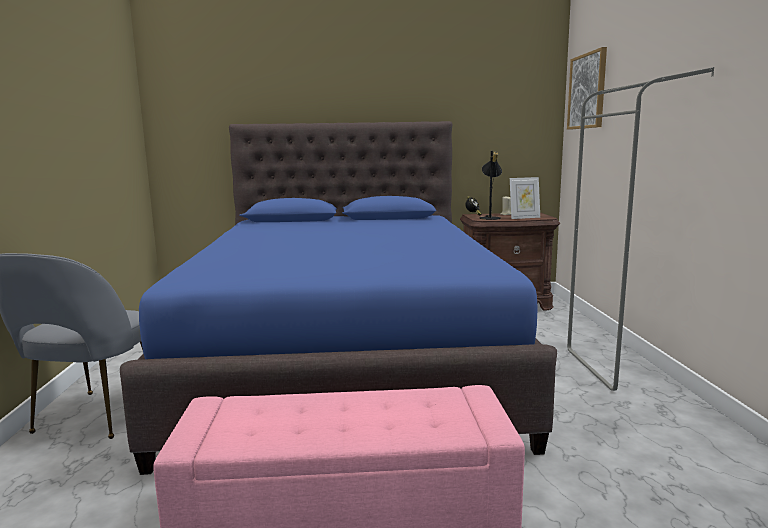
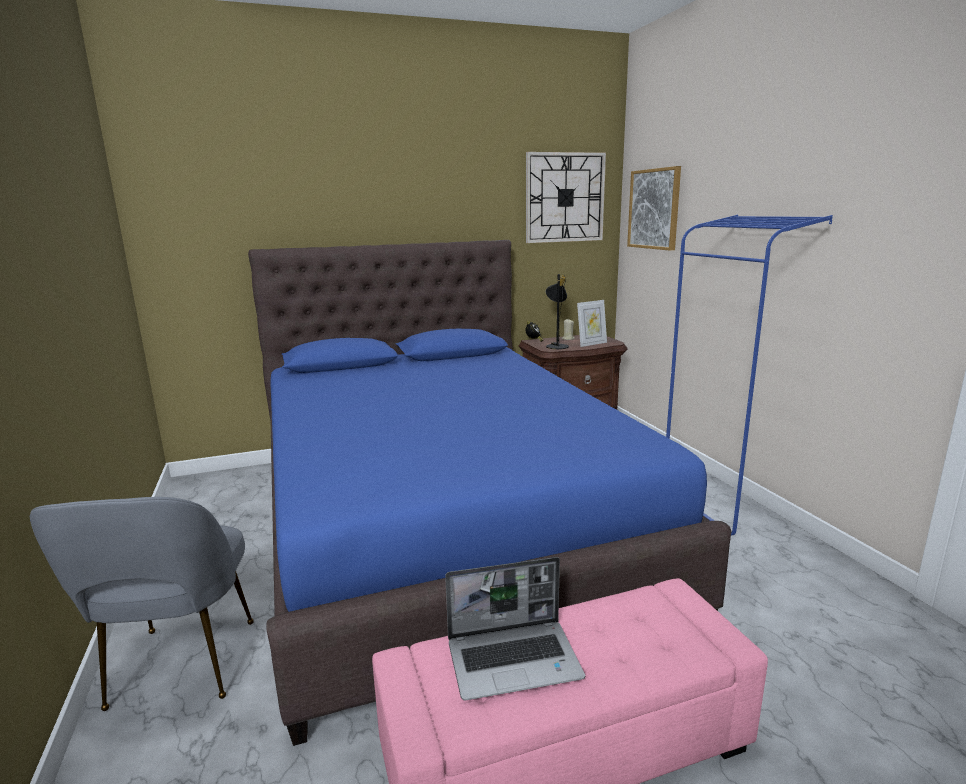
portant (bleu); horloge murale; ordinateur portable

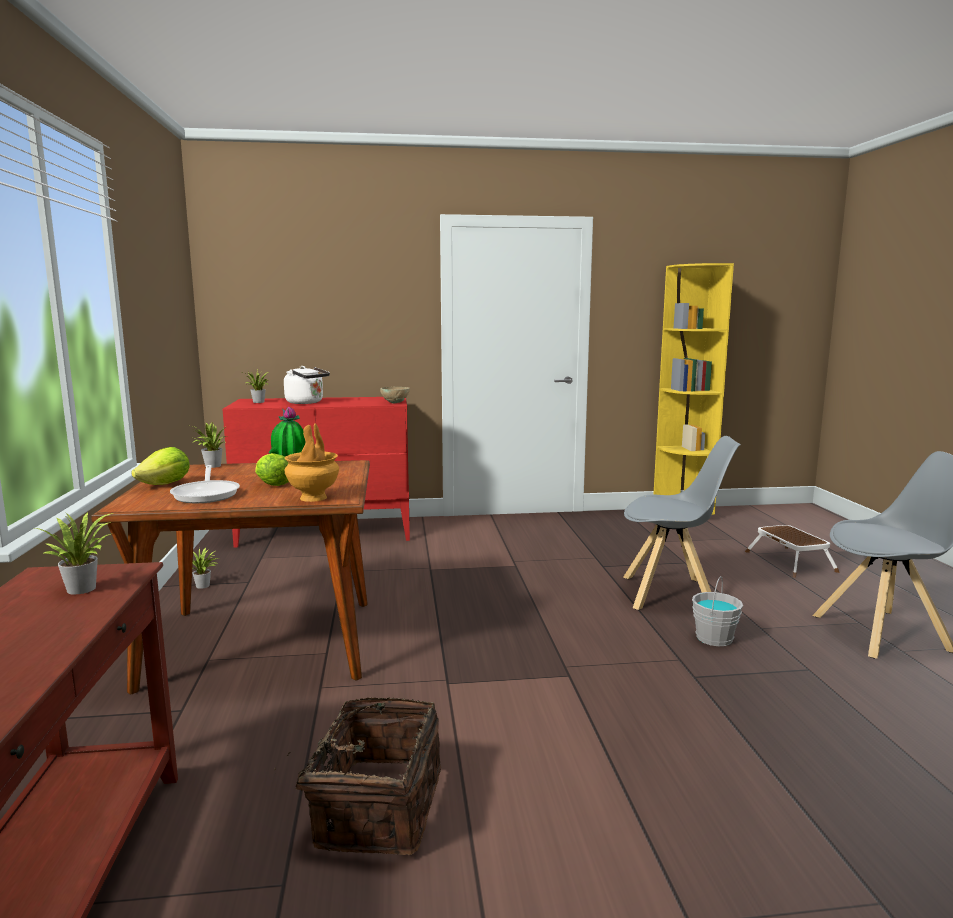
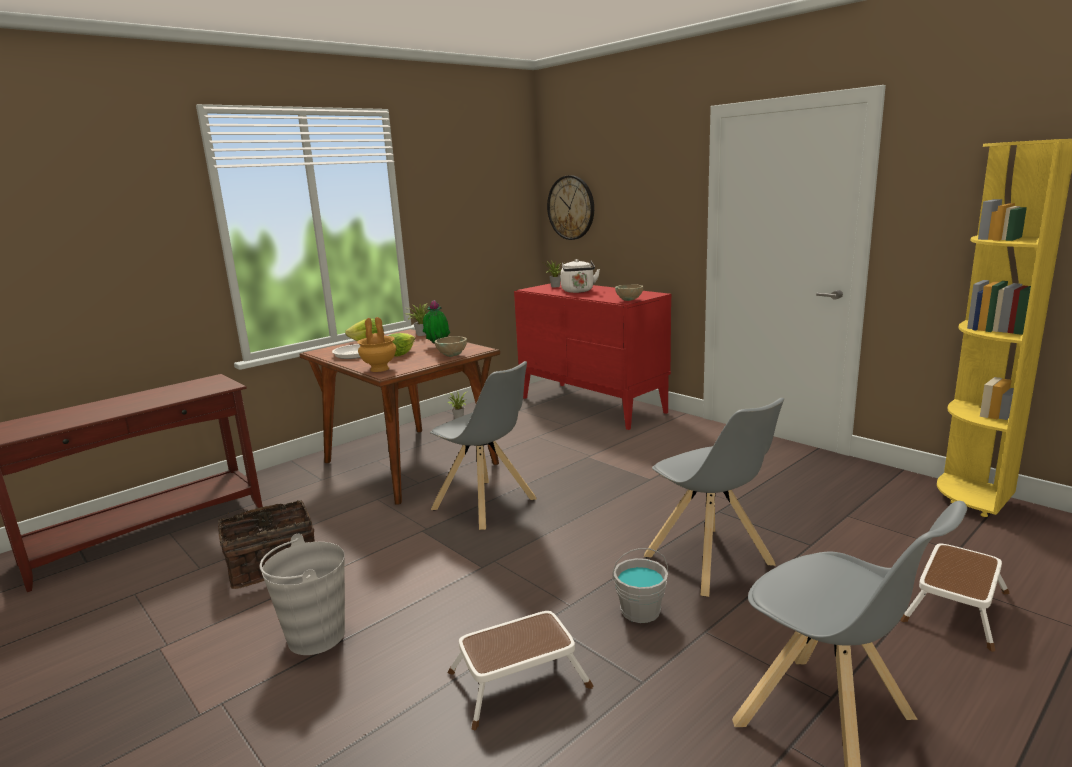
plante en pot (1st from left in the first image); horloge murale; bol (beige) (1st from left); chaise (gris) (1st from left); seau (gris) (1st from left); escabeau (marron) (1st from left)

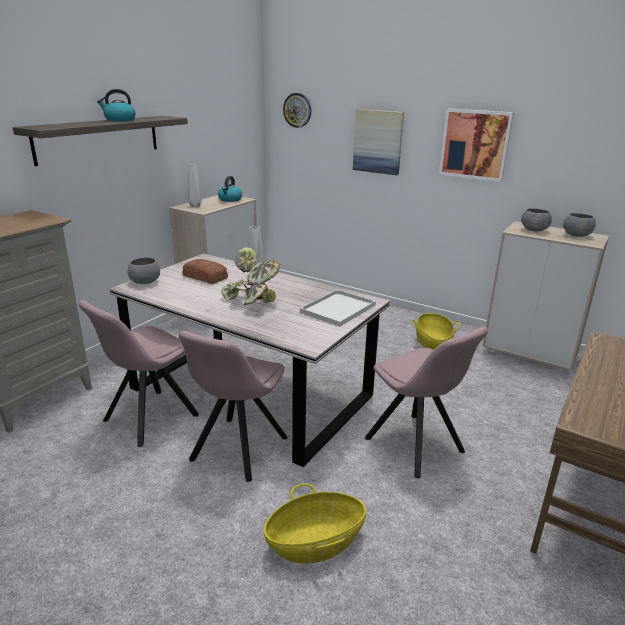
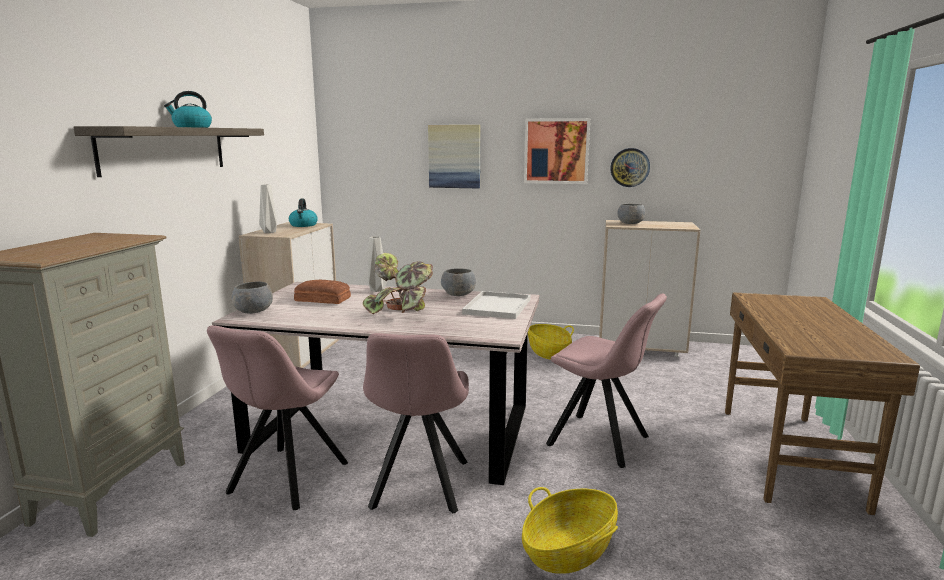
horloge murale; bol (gris) (2nd from left)

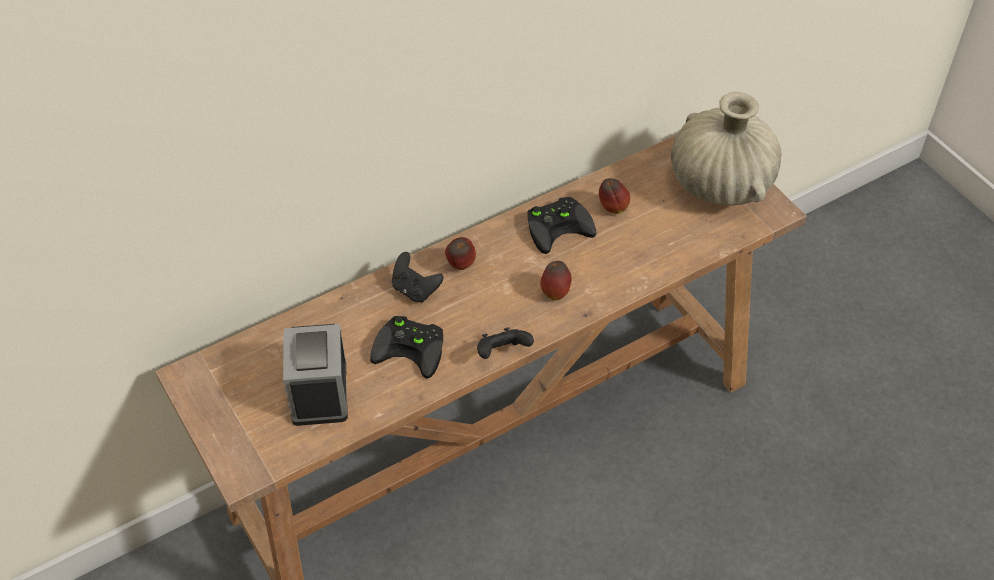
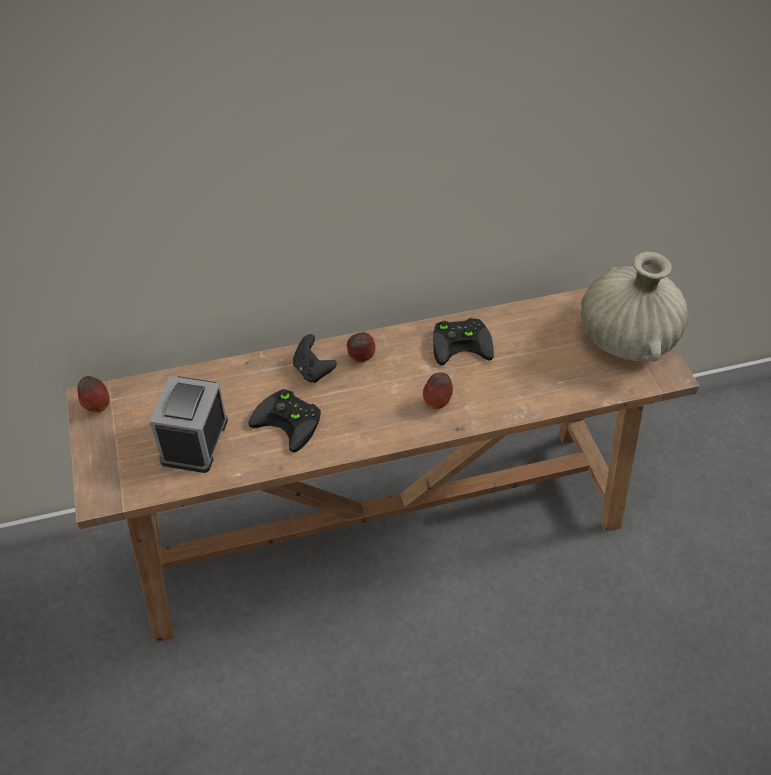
pomme (1st from left); manette (noir) (3rd from left in the first image)

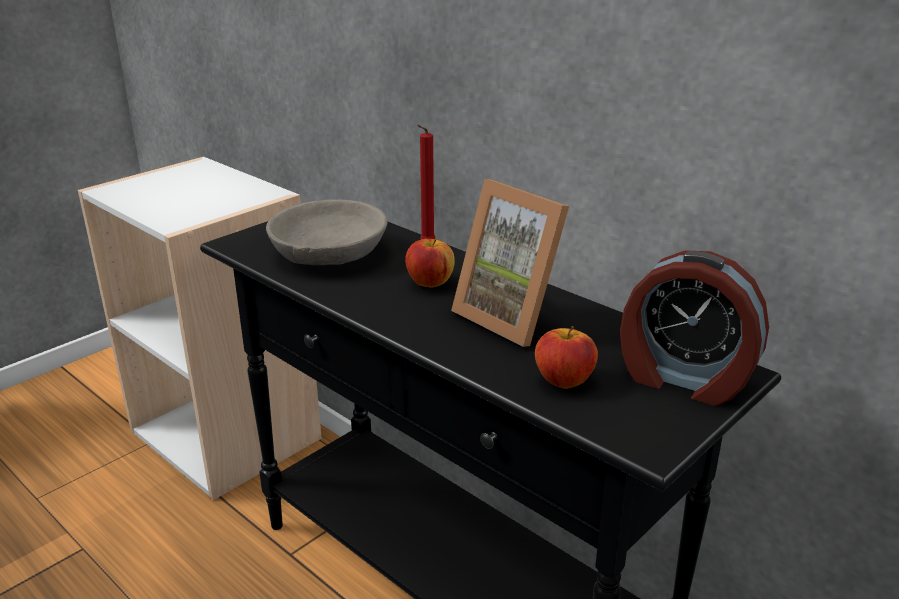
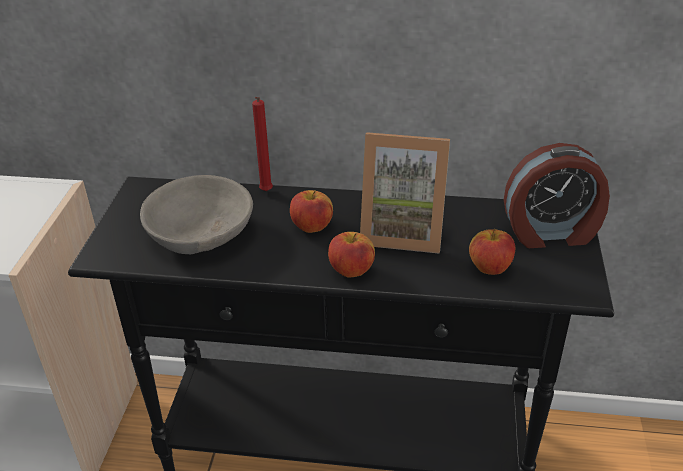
pomme (2nd from left)

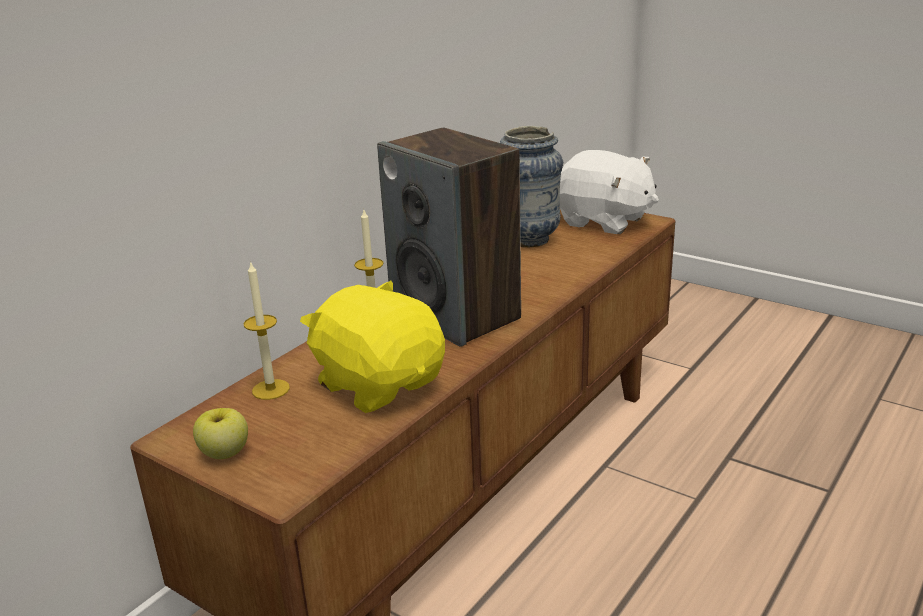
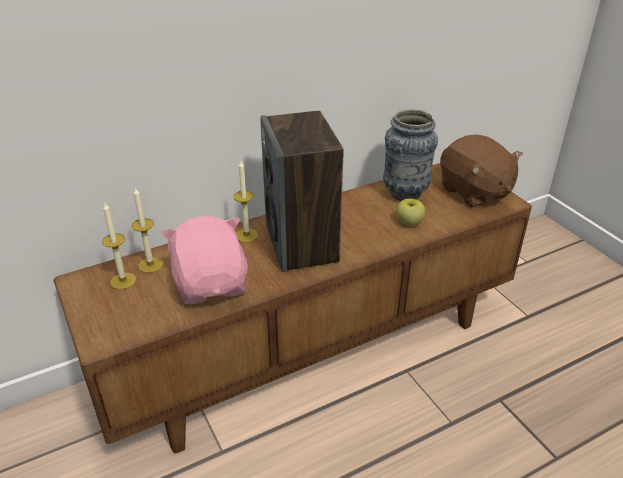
peluche (marron); peluche (rose); pomme; bougie (1st from left)

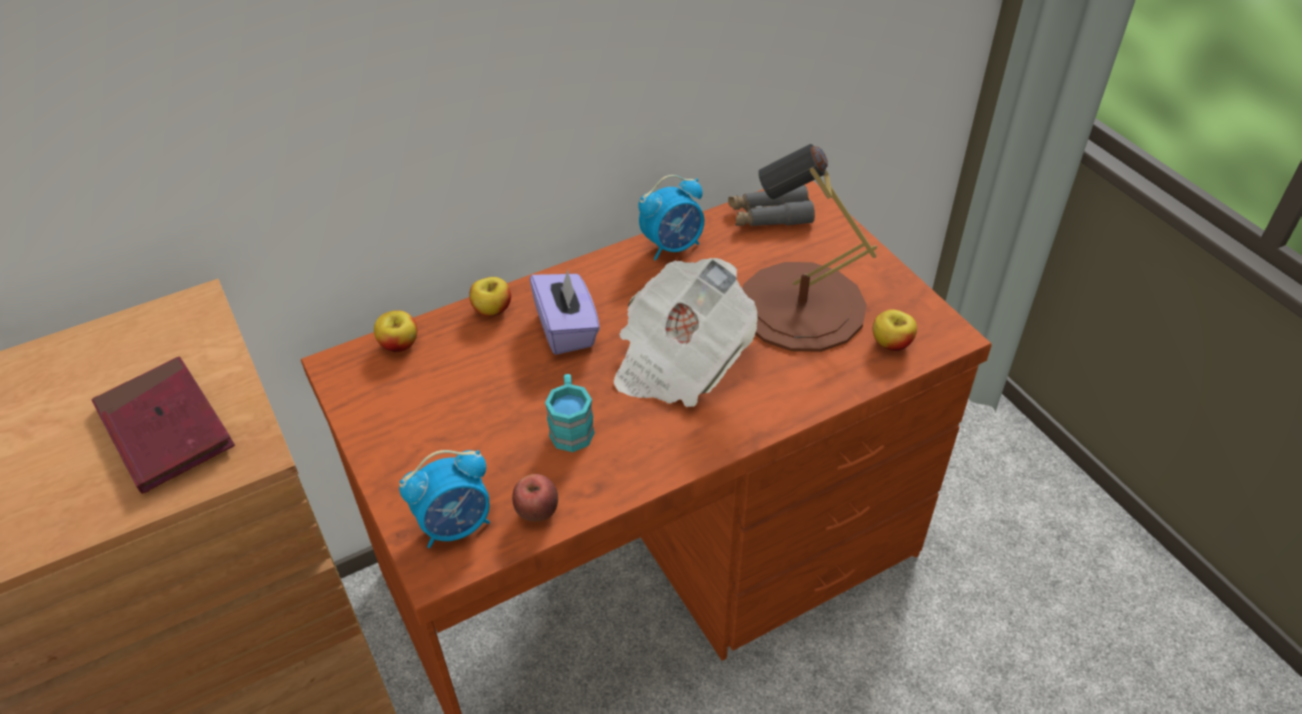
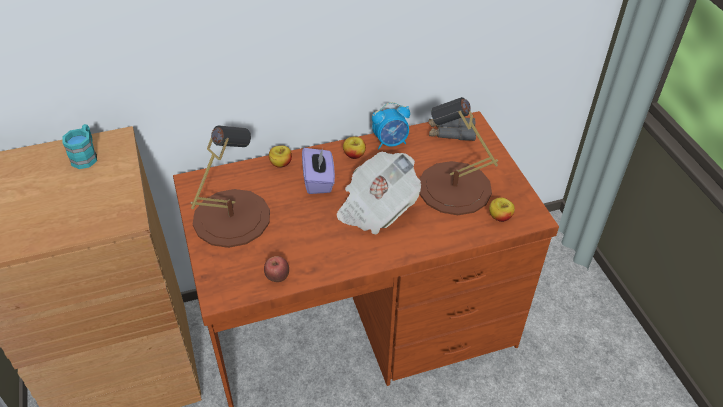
pomme (3rd from left); livre (rouge); mug (turquoise); réveil (1st from left in the first image); lampe de table (marron) (1st from left)

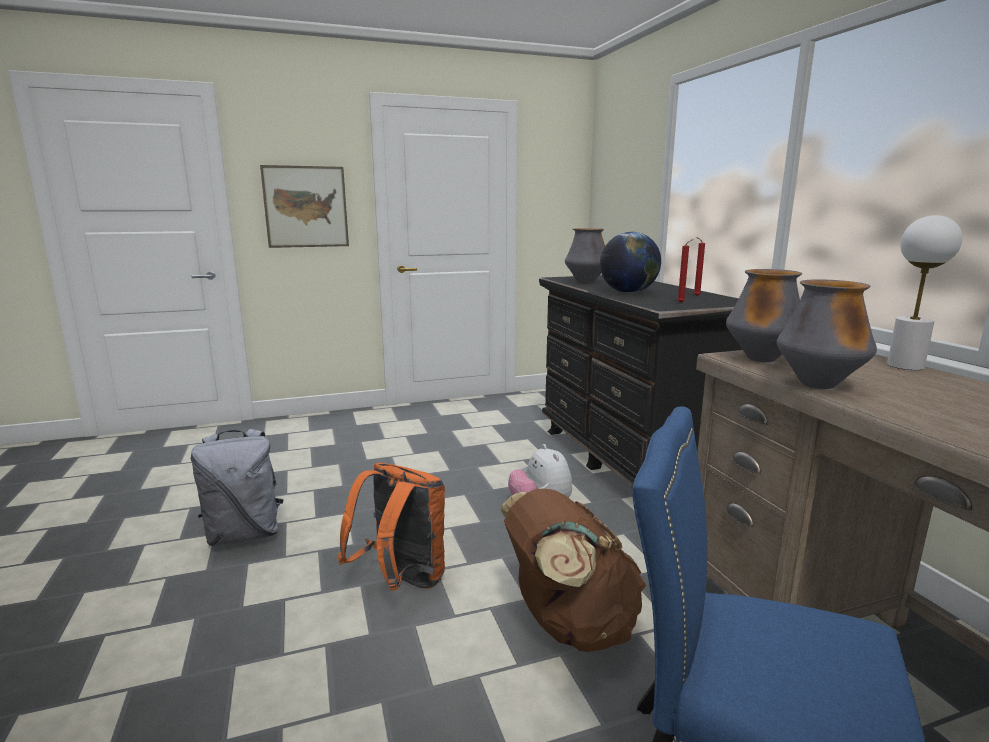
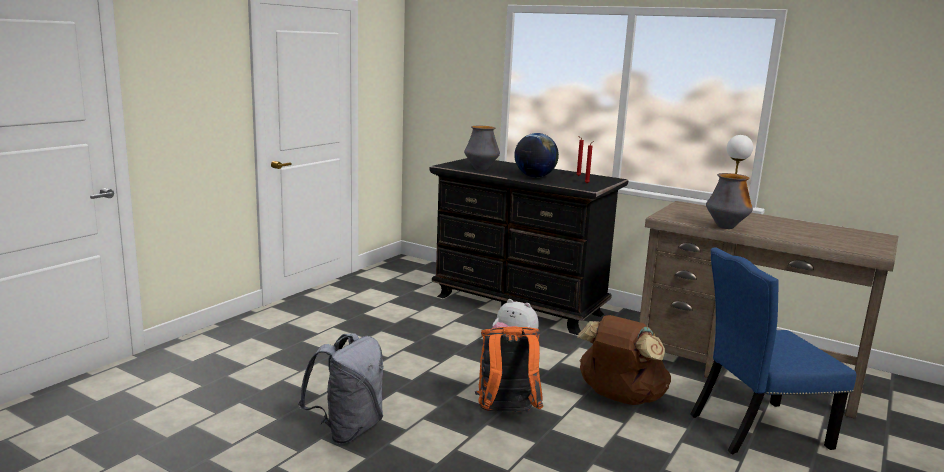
tableau; vase (2nd from left in the first image)

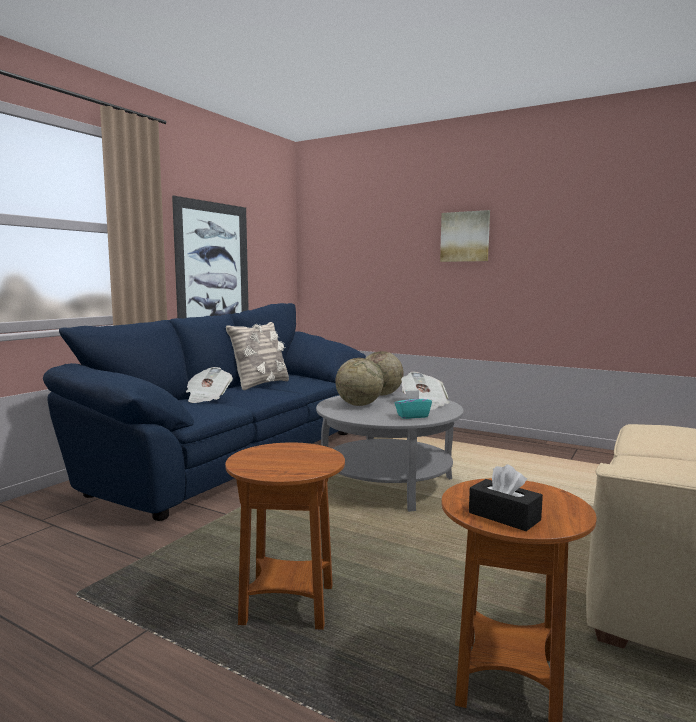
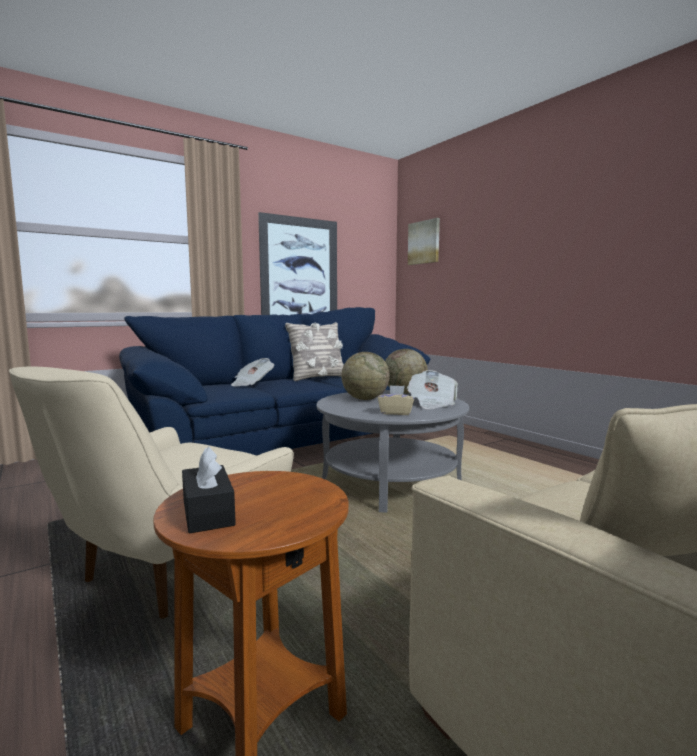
tableau (2nd from left); boîte à mouchoirs (beige); fauteuil (beige)

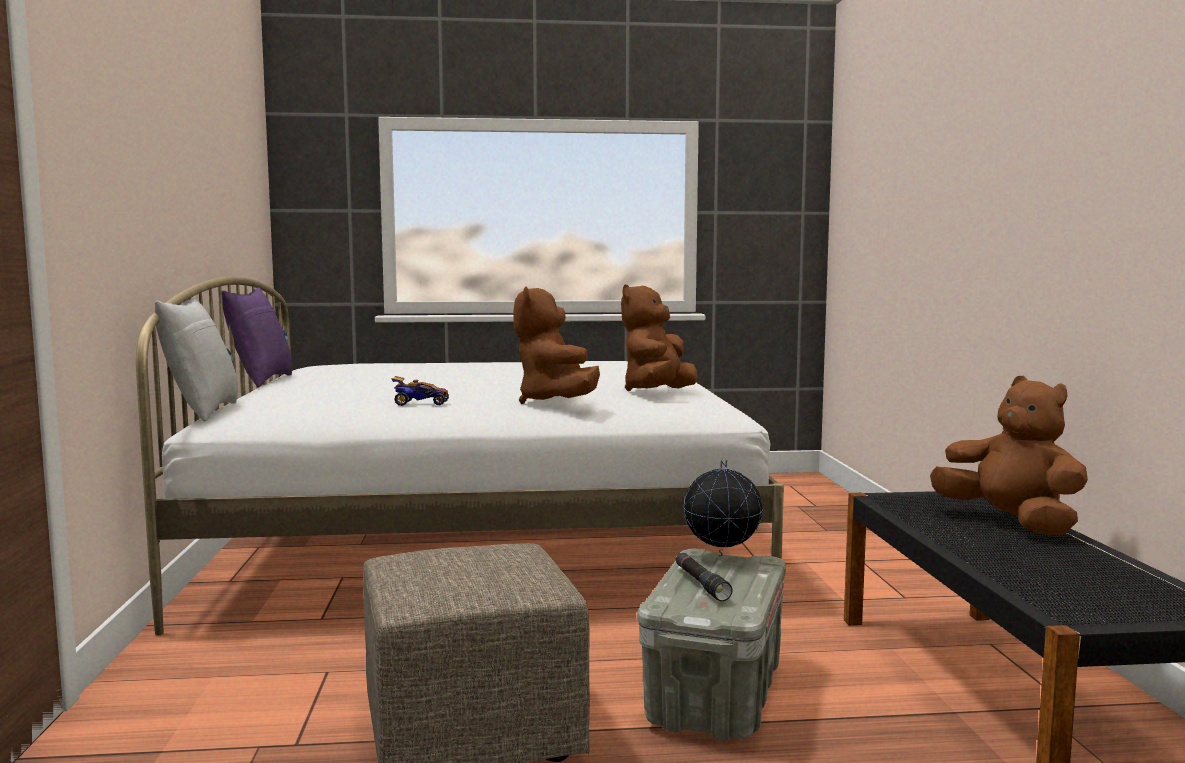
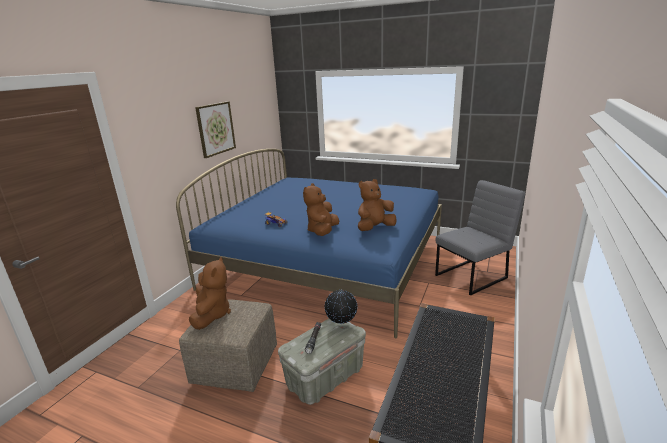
lit (bleu); coussin (violet); coussin (gris); peluche (marron) (1st from left); tableau; chaise (gris)

